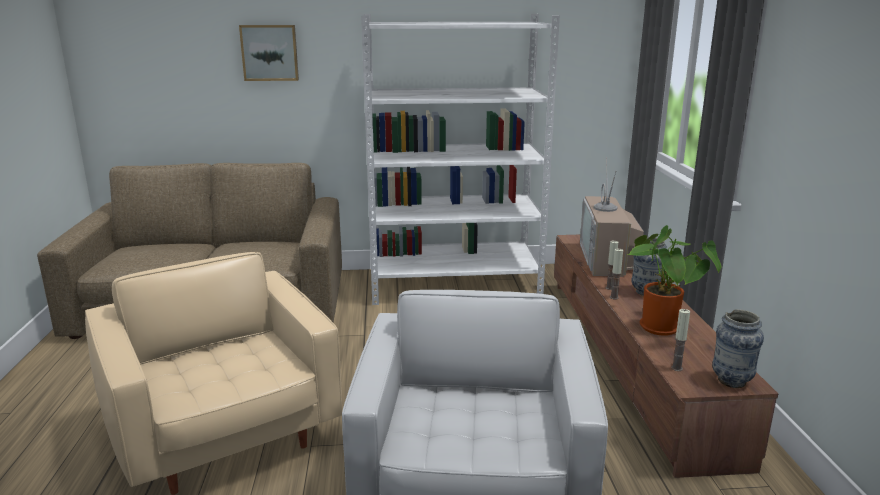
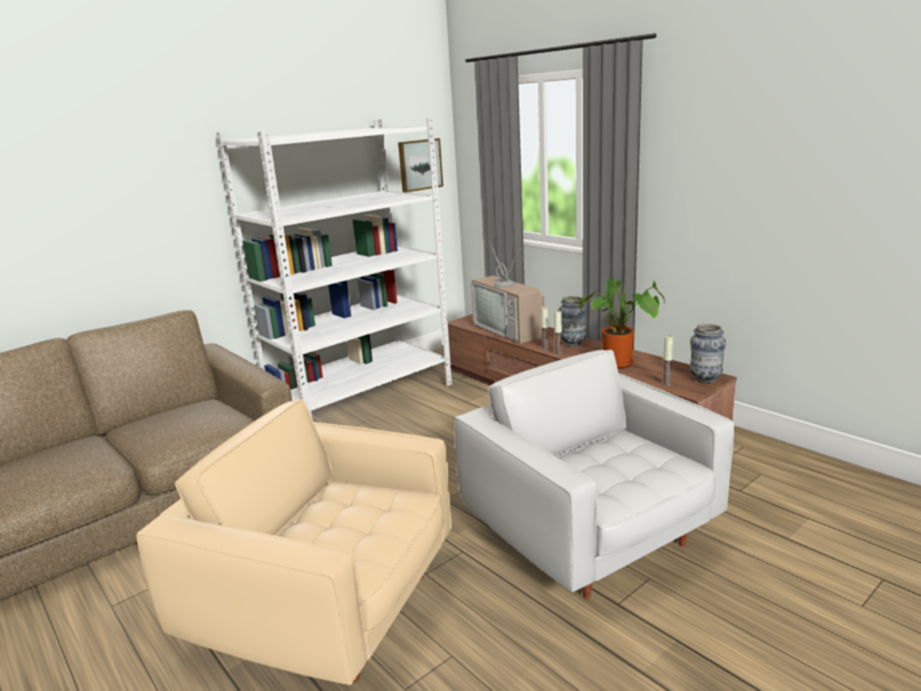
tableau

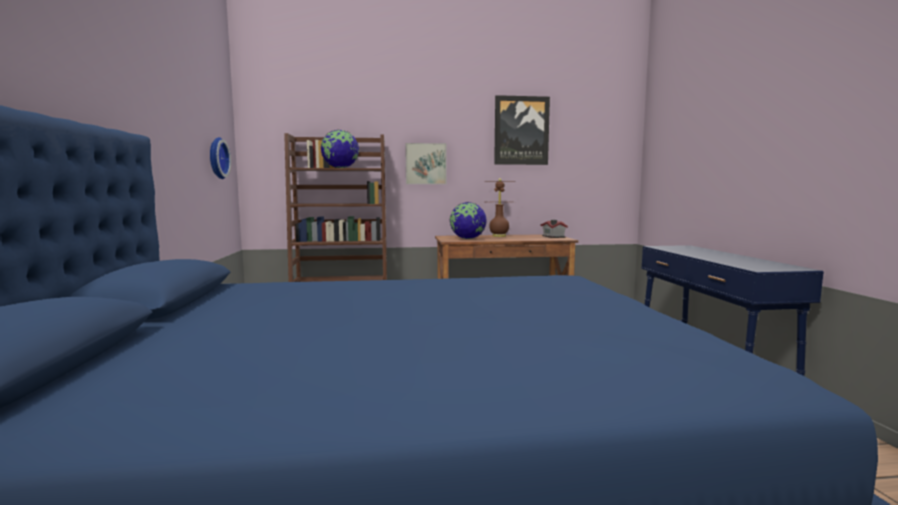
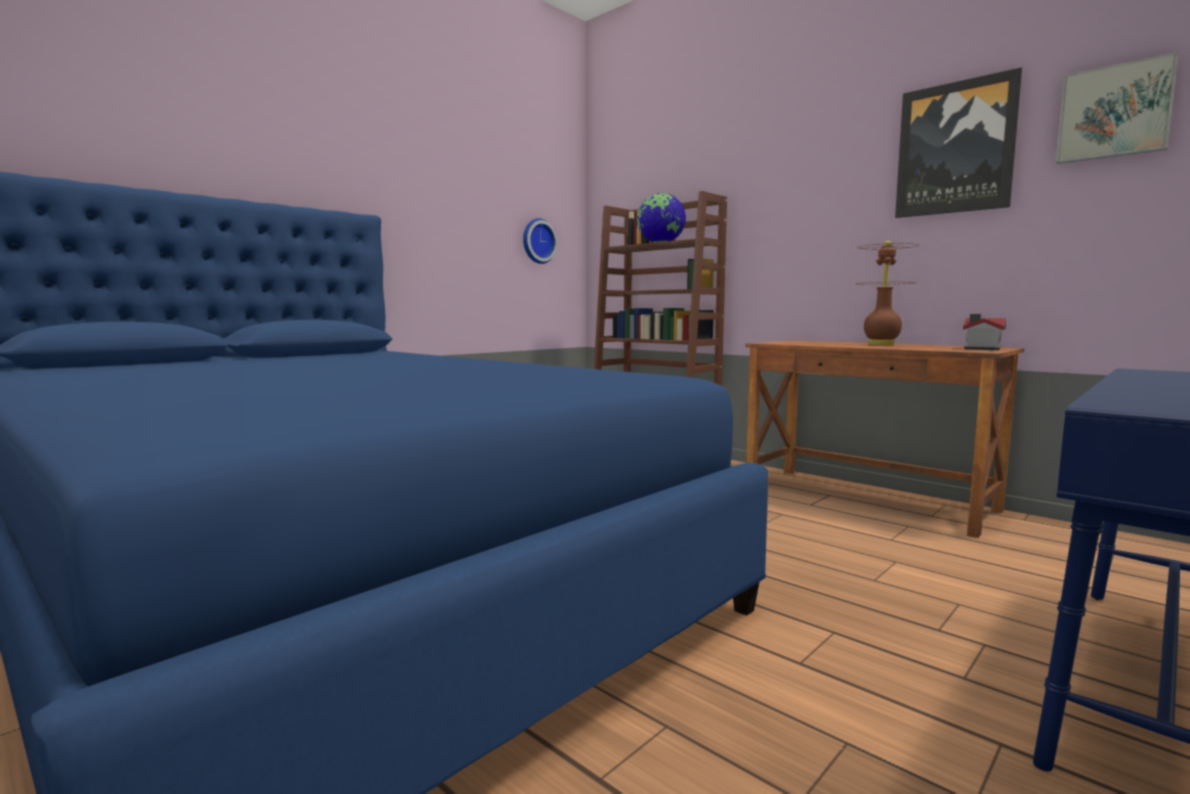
tableau (2nd from left); globe (2nd from left in the first image)

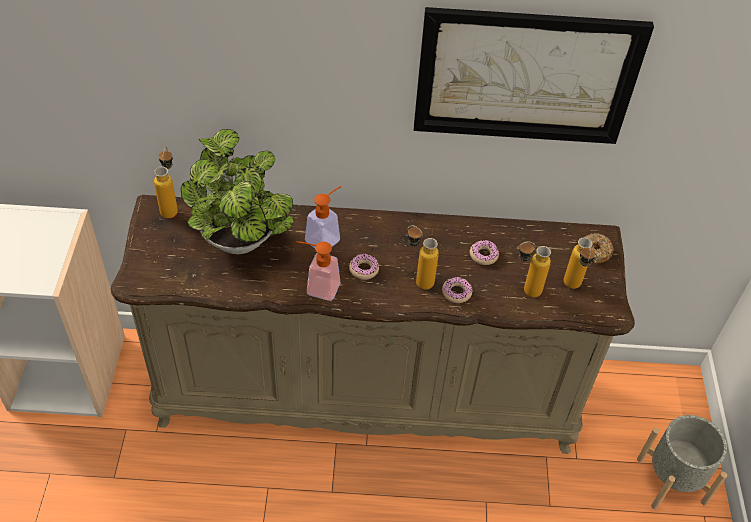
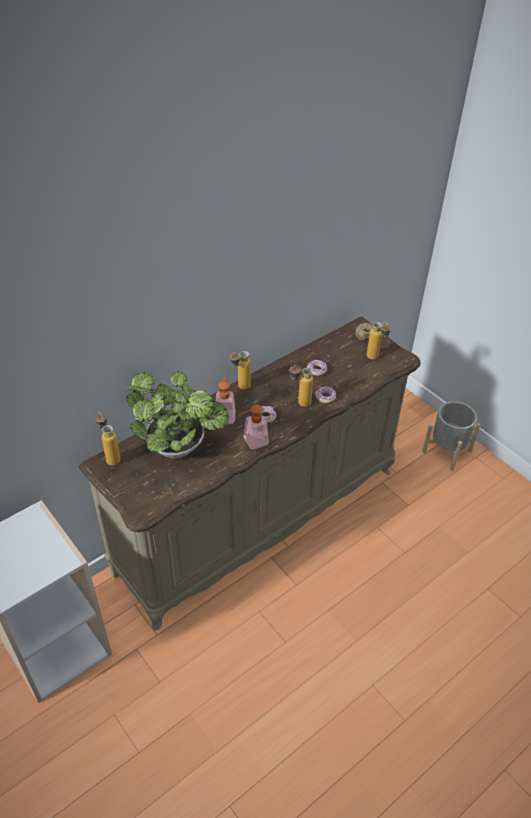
tableau; bouteille (2nd from left)

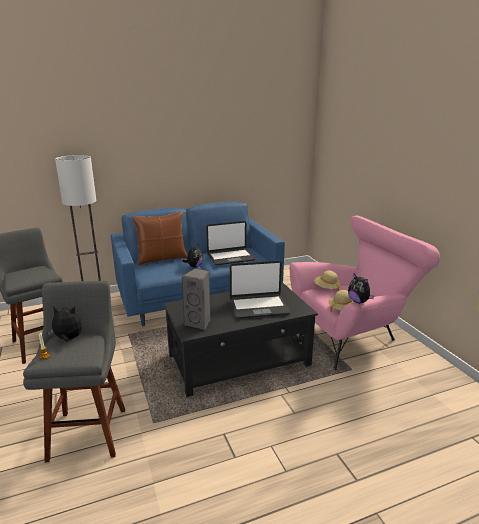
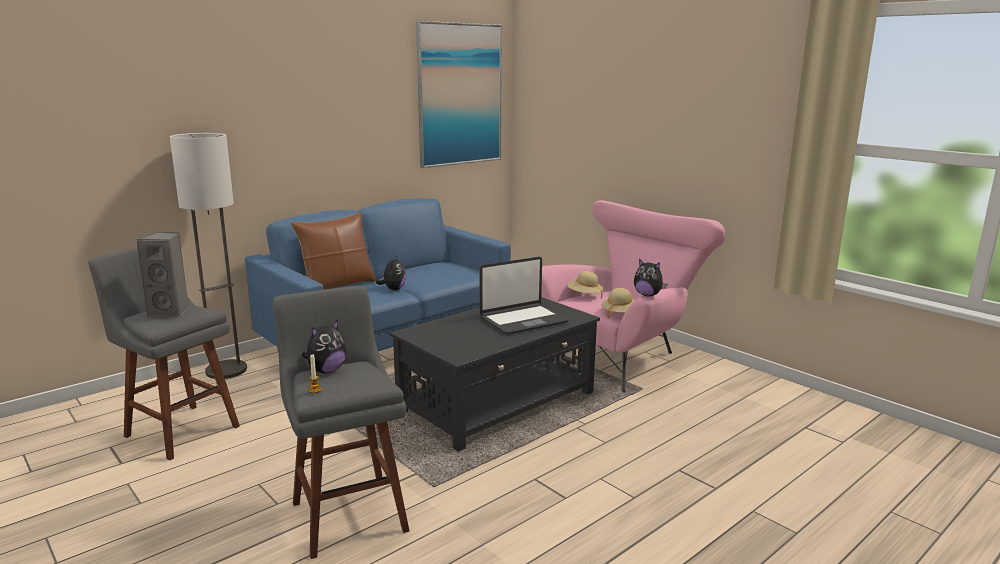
ordinateur portable (1st from left in the first image); enceinte (gris); peluche (1st from left); tableau

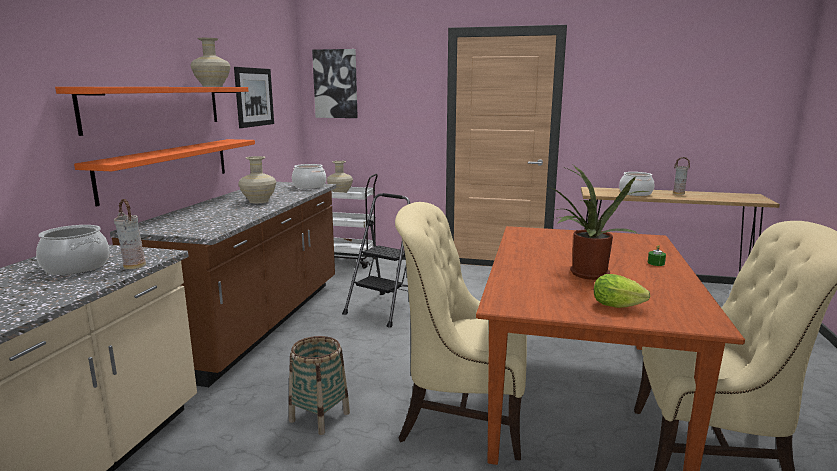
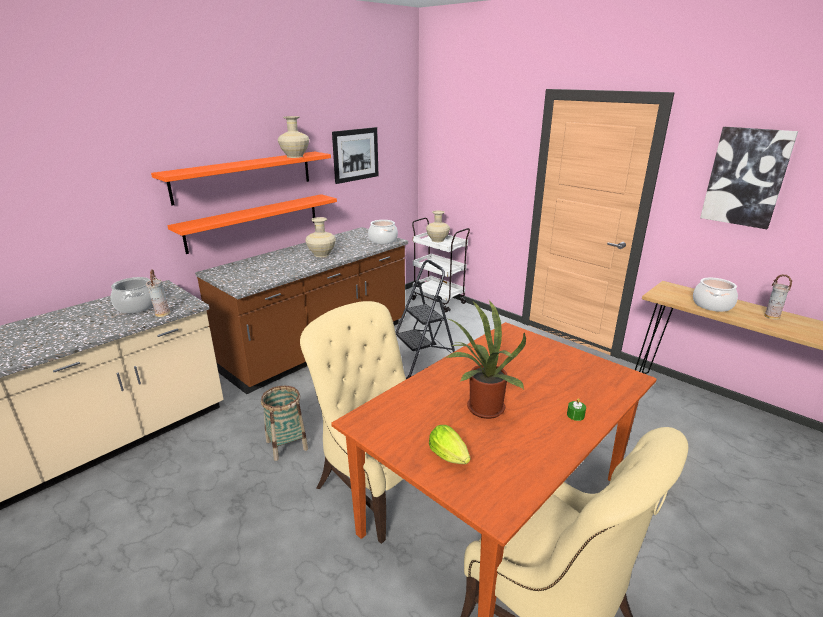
tableau (2nd from left)

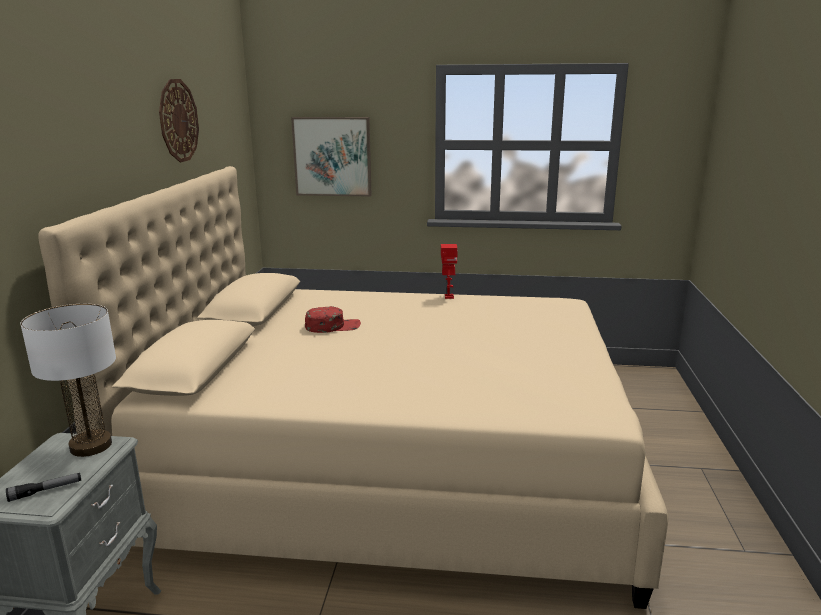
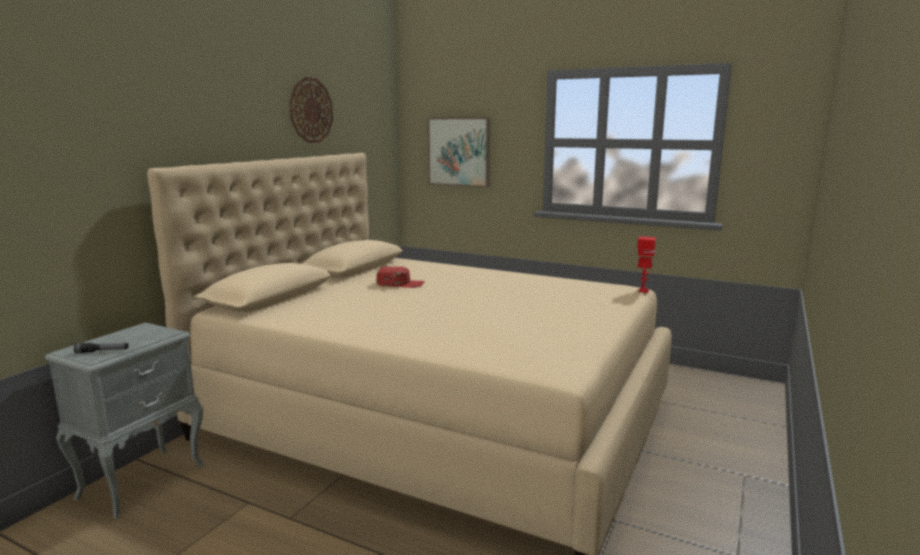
robot jouet; lampe de table

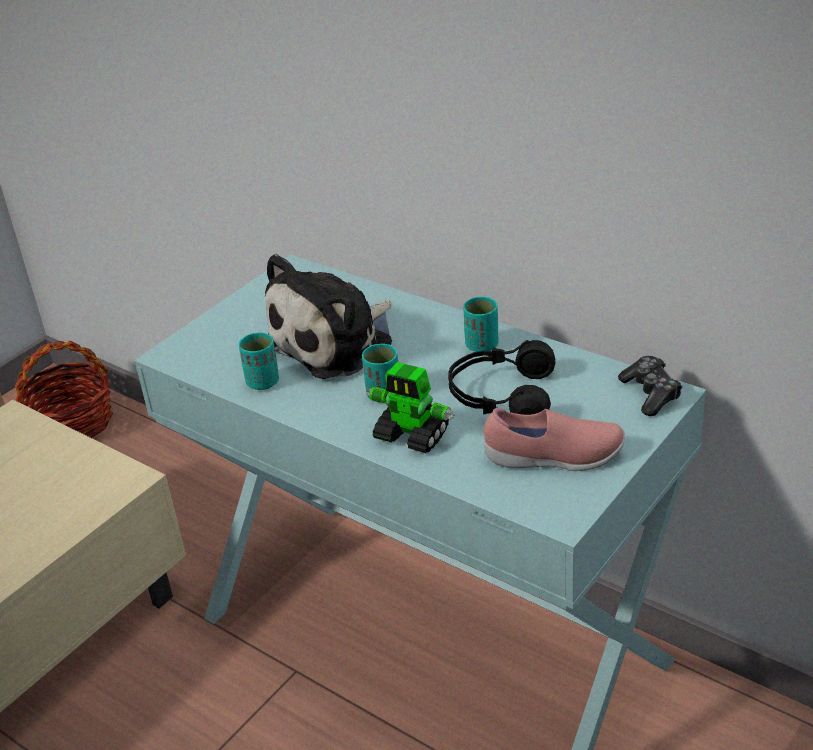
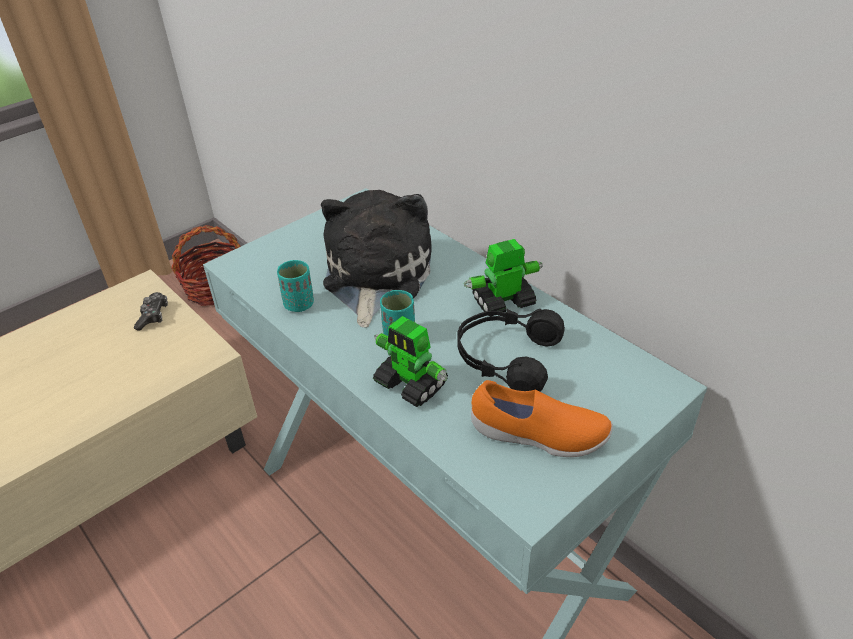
peluche; robot jouet (2nd from left); manette; chaussure (orange)

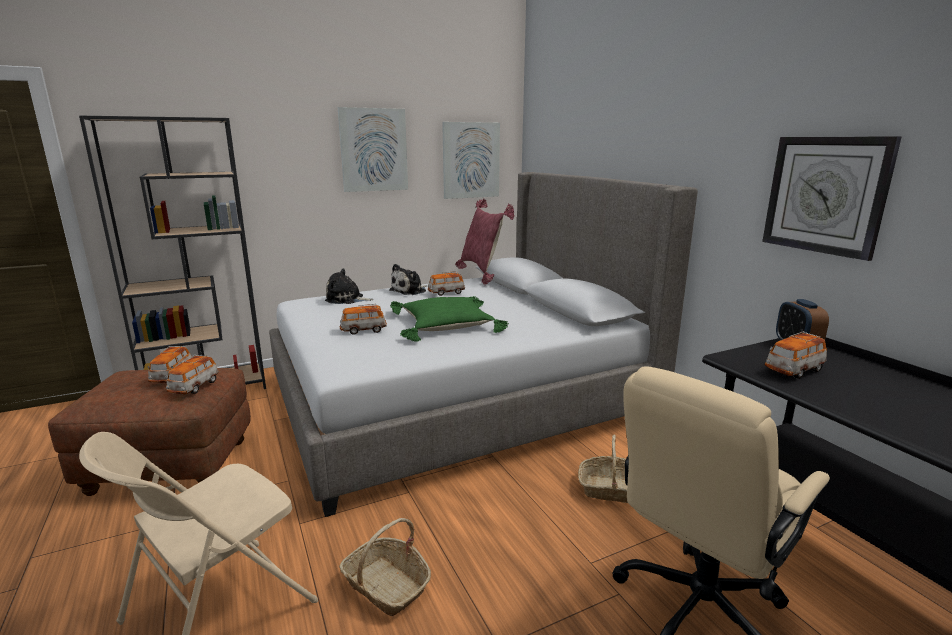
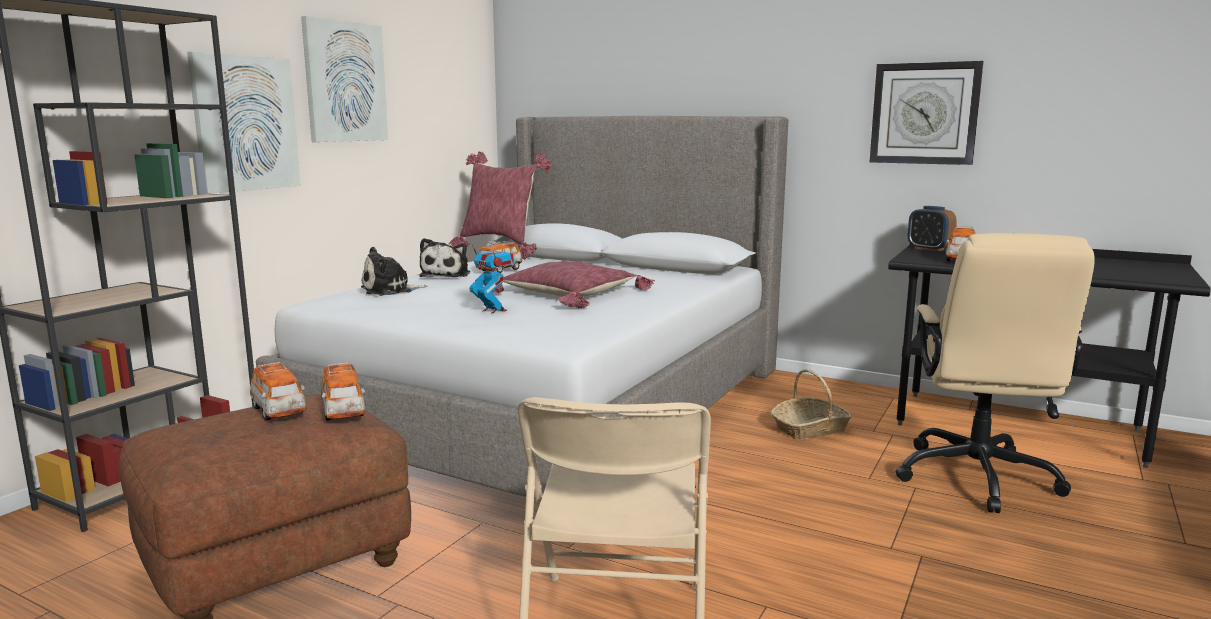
tableau (1st from left); coussin (rouge) (2nd from left); robot jouet; panier (1st from left in the first image)

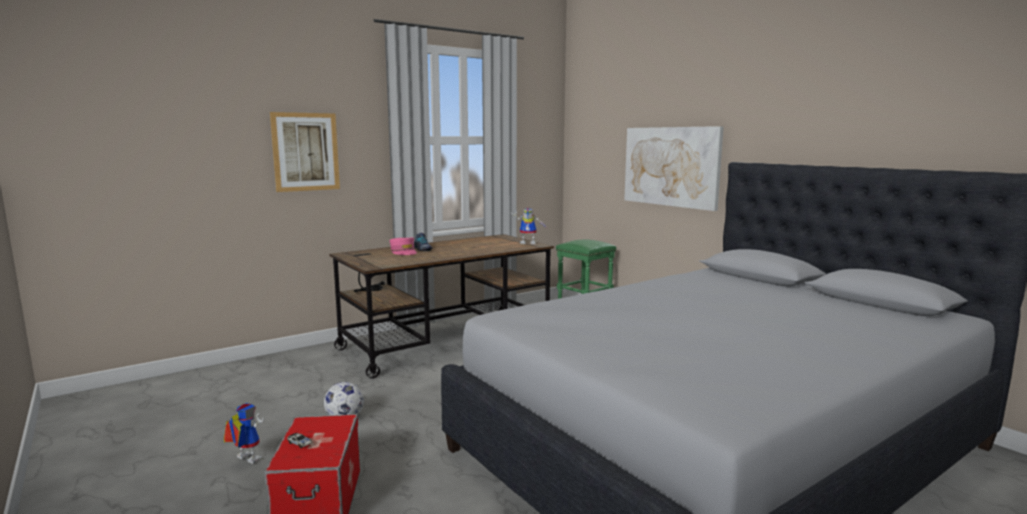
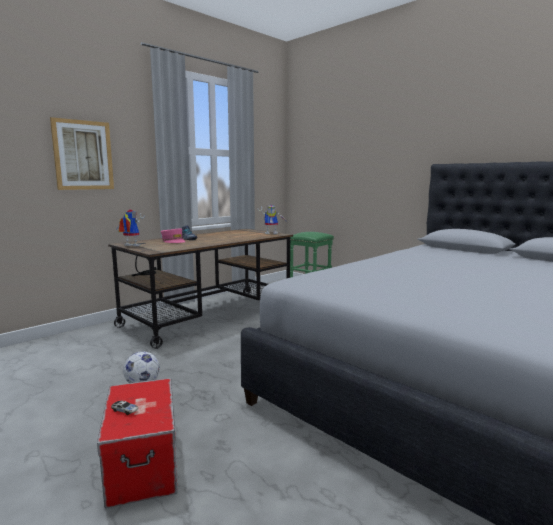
tableau (2nd from left in the first image); robot jouet (1st from left)

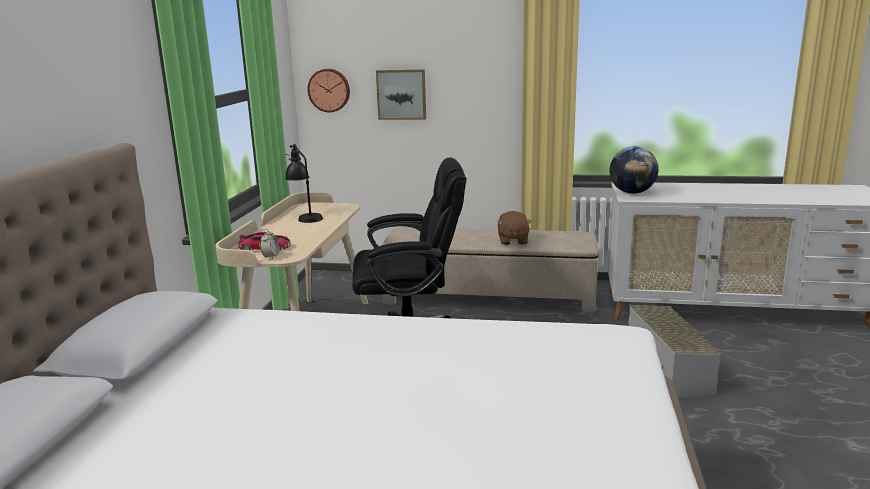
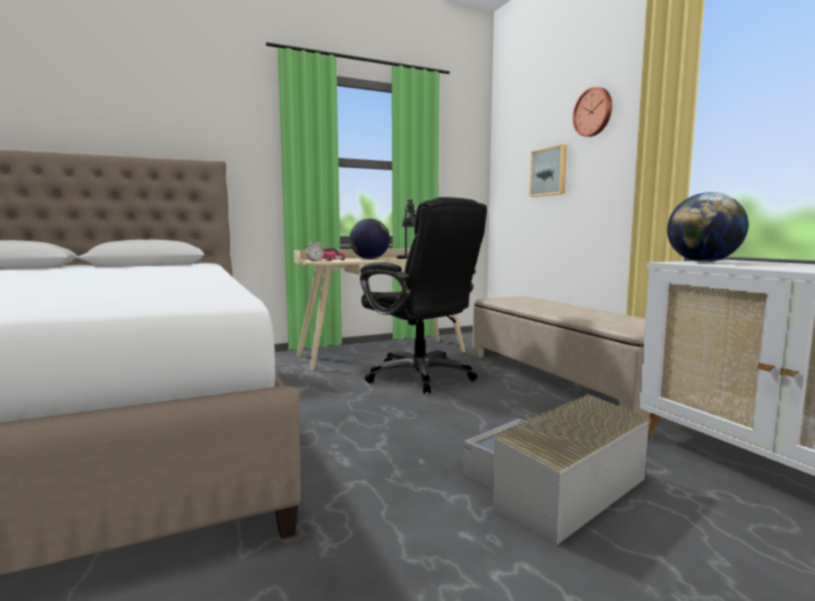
horloge murale; peluche (marron); globe (1st from left)

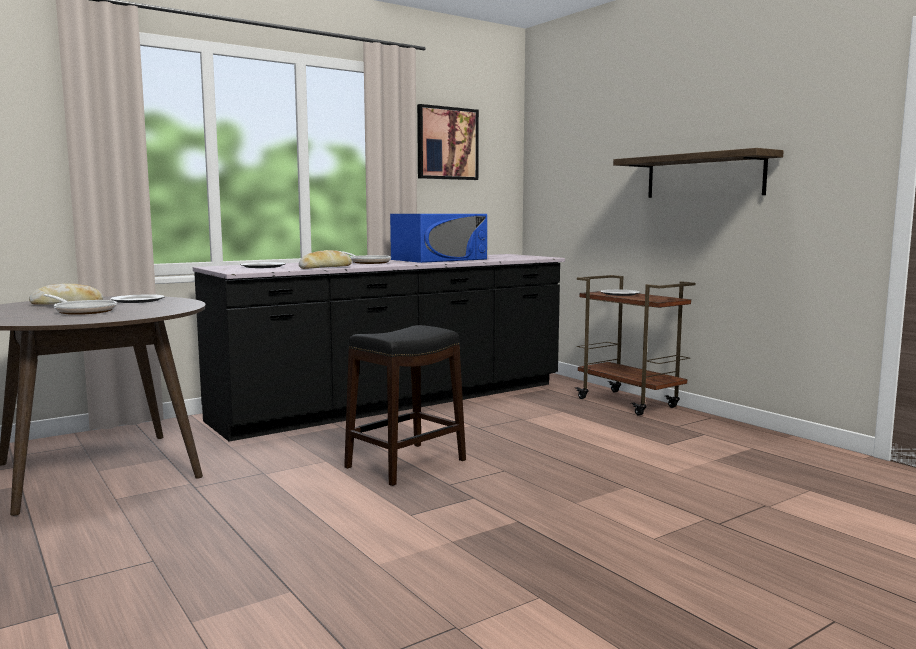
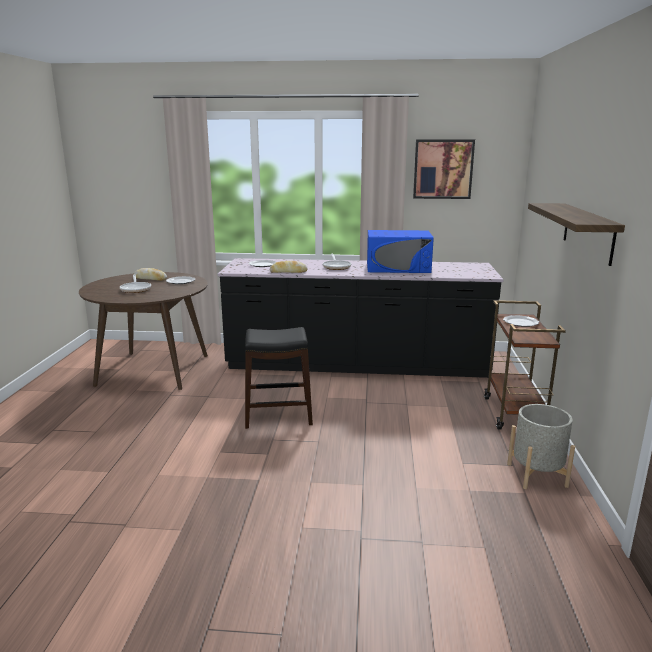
cache-pot (gris)

